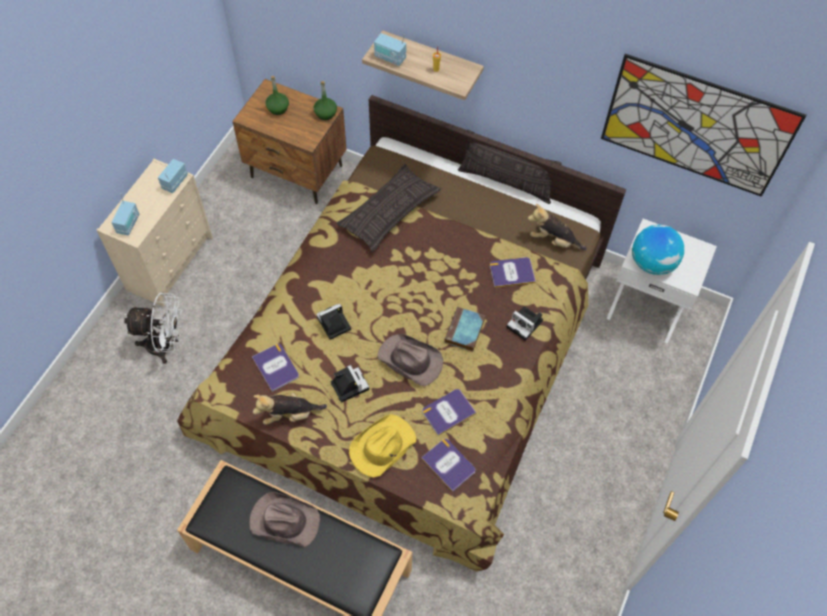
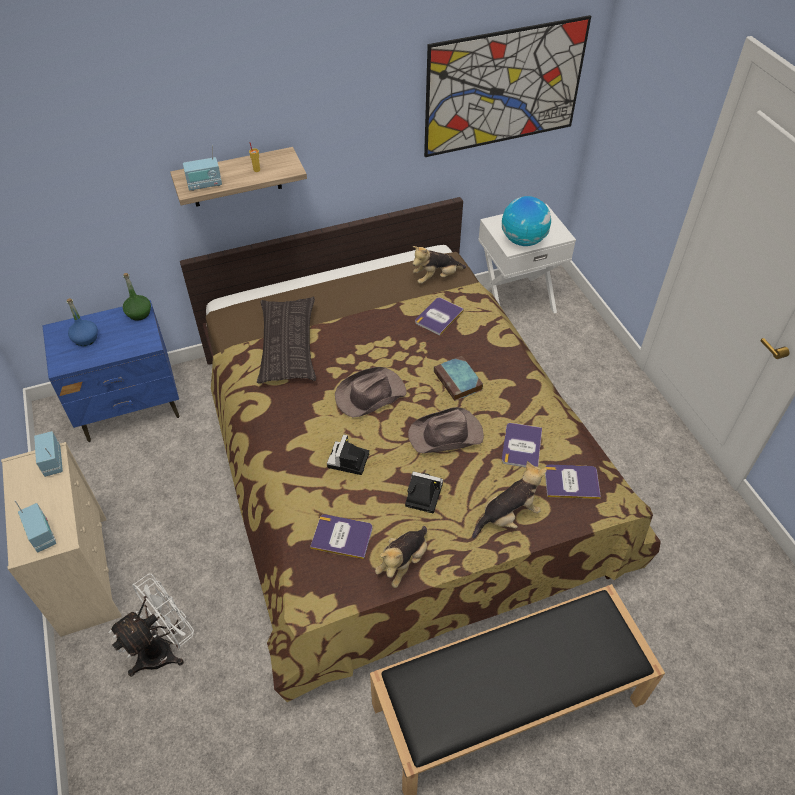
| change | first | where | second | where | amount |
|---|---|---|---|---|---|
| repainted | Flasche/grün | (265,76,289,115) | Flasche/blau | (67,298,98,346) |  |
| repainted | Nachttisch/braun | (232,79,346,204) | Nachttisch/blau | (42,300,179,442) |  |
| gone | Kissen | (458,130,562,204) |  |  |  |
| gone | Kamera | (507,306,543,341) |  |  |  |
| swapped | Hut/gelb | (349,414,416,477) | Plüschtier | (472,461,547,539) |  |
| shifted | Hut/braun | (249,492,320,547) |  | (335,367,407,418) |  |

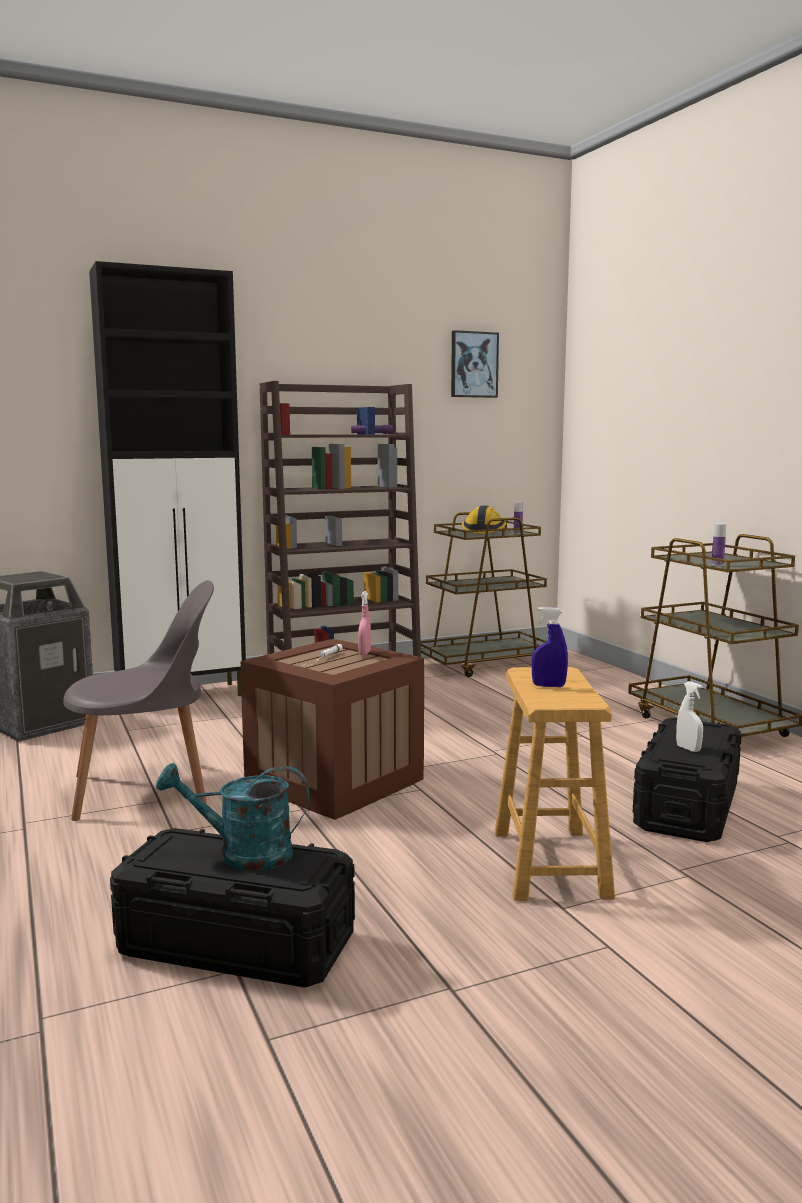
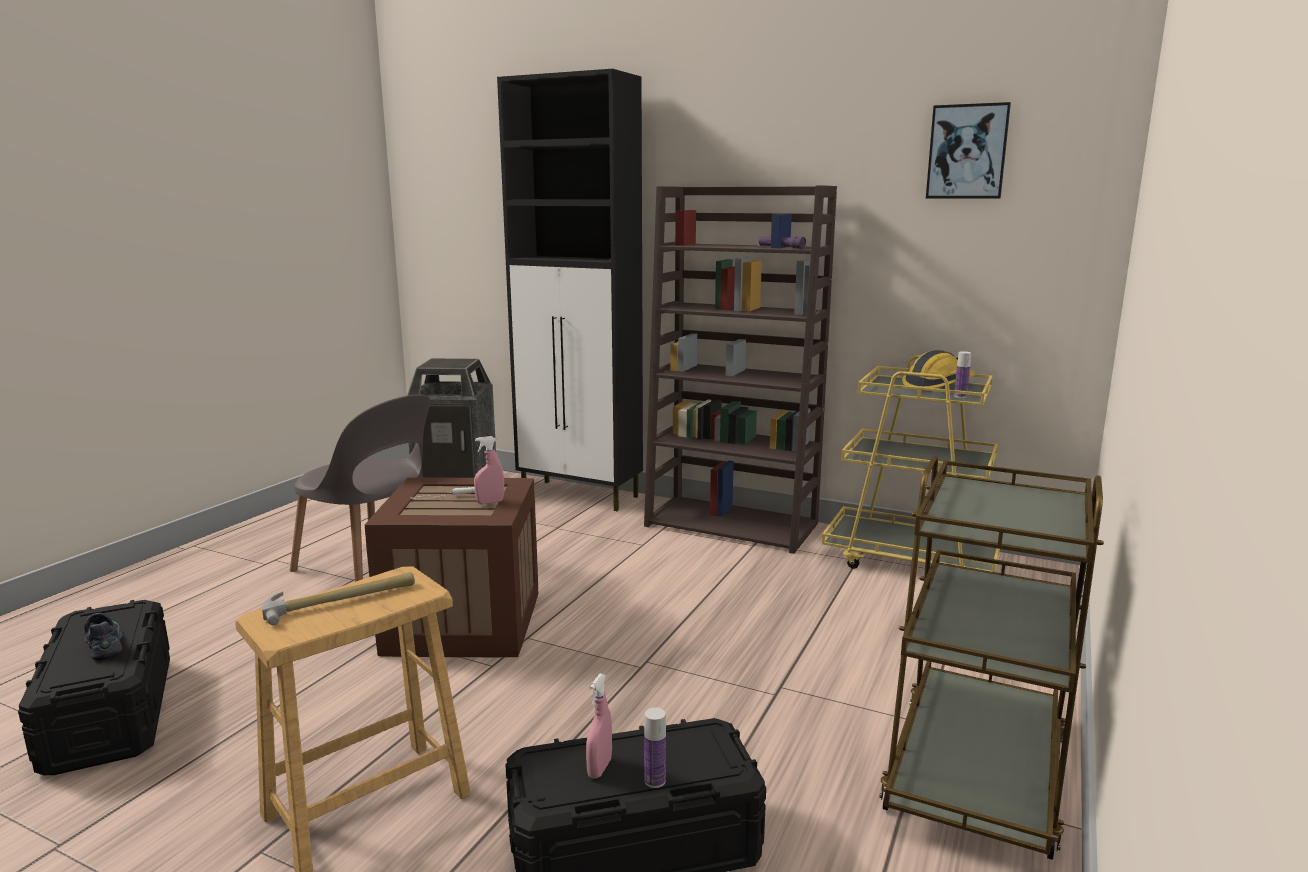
| change | first | where | second | where | amount |
|---|---|---|---|---|---|
| repainted | Rollwagen/braun | (421,512,547,677) | Rollwagen/gelb | (822,355,1000,572) |  |
| shifted | Flasche | (712,523,726,566) |  | (644,708,666,788) |  |
| swapped | Sprühflasche/blau | (532,607,568,687) | Hammer | (262,572,415,625) |  |
| repainted | Sprühflasche/weiß | (676,681,703,752) | Sprühflasche/rosa | (586,674,612,779) |  |
| swapped | Gießkanne/türkis | (156,763,309,871) | Schuh | (84,613,123,661) |  |

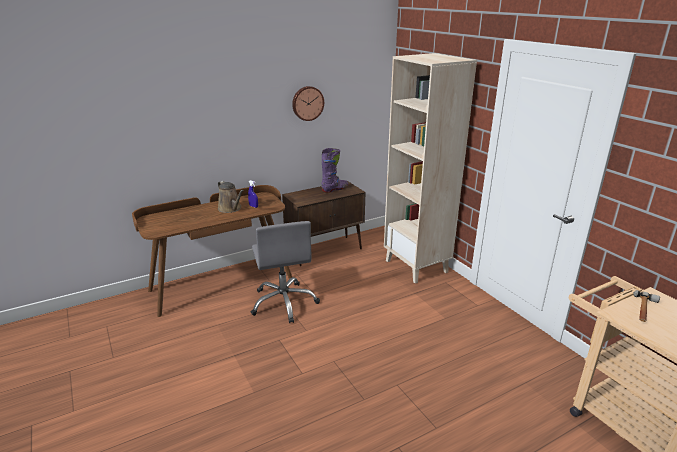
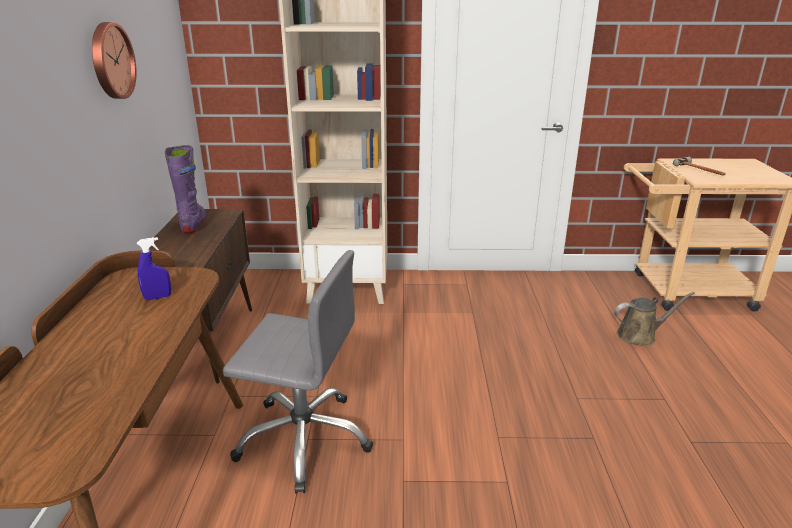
| change | first | where | second | where | amount |
|---|---|---|---|---|---|
| shifted | Gießkanne/braun | (218,181,244,213) |  | (614,292,695,346) |  |

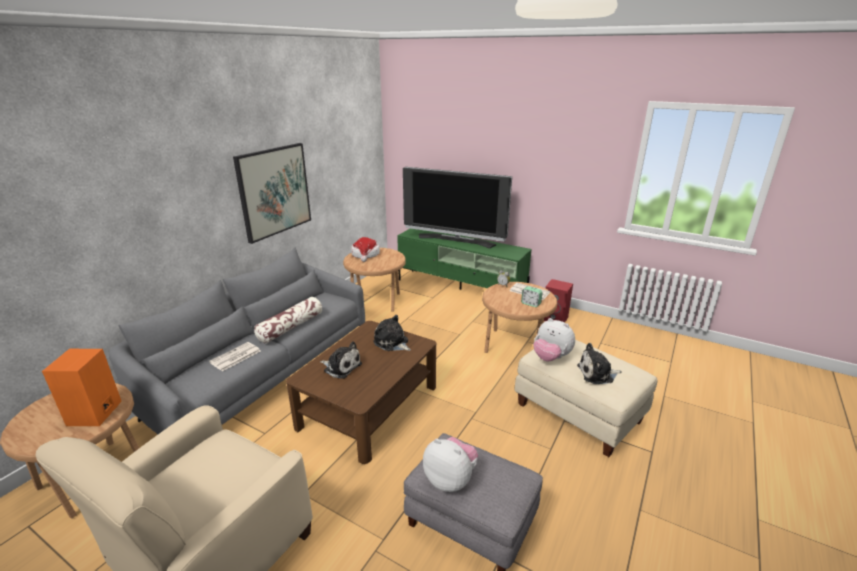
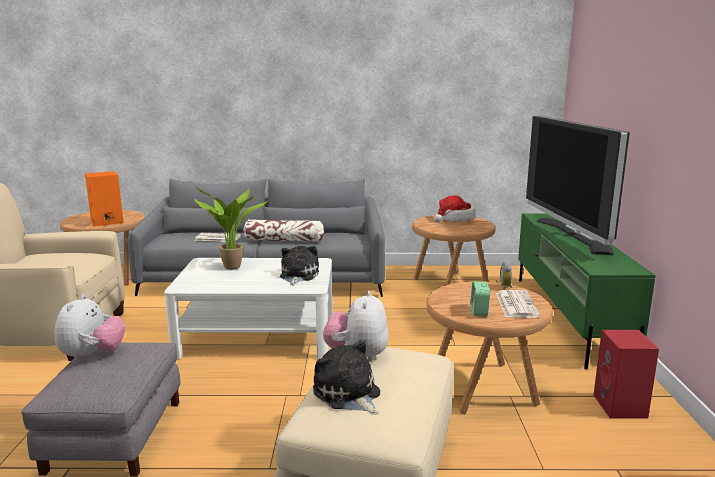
| change | first | where | second | where | amount |
|---|---|---|---|---|---|
| gone | Bild | (233,143,311,244) |  |  |  |
| repainted | Couchtisch/braun | (286,321,436,464) | Couchtisch/weiß | (164,258,332,360) |  |
| swapped | Plüschtier | (320,341,362,379) | Topfpflanze | (195,186,268,270) |  |

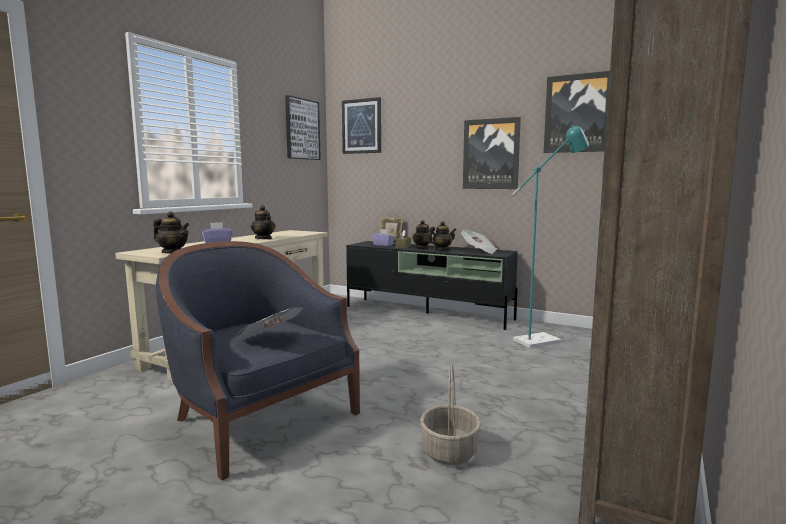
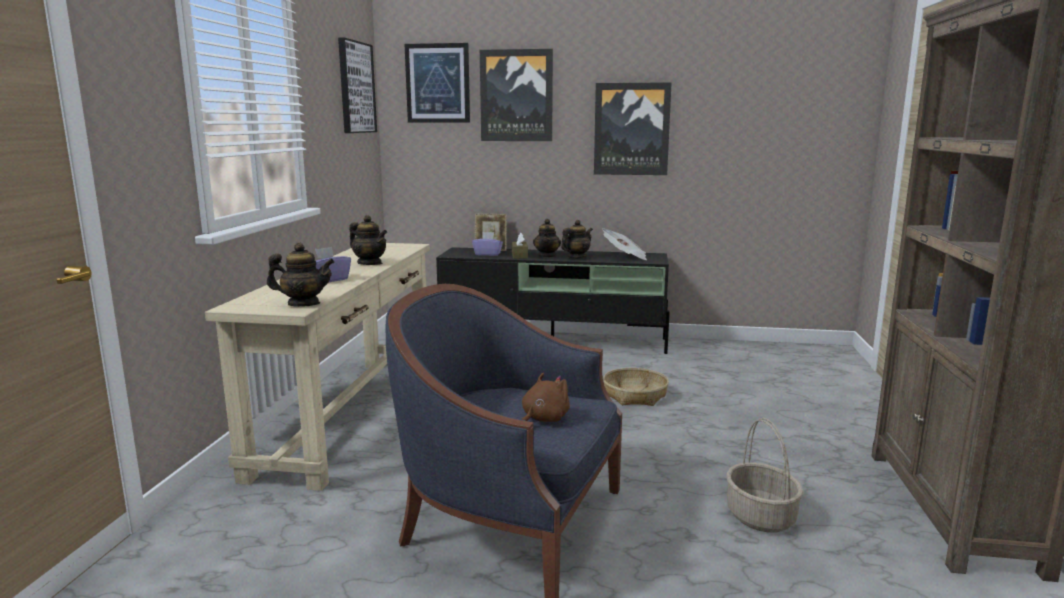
| change | first | where | second | where | amount |
|---|---|---|---|---|---|
| shifted | Bild | (544,71,610,153) |  | (480,49,553,141) |  |
| gone | Stehlampe/türkis | (511,124,589,348) |  |  |  |
| swapped | Zeitung | (234,307,303,338) | Plüschtier/braun | (521,373,570,422) |  |
| new |  |  | Korb | (603,368,669,406) |  |

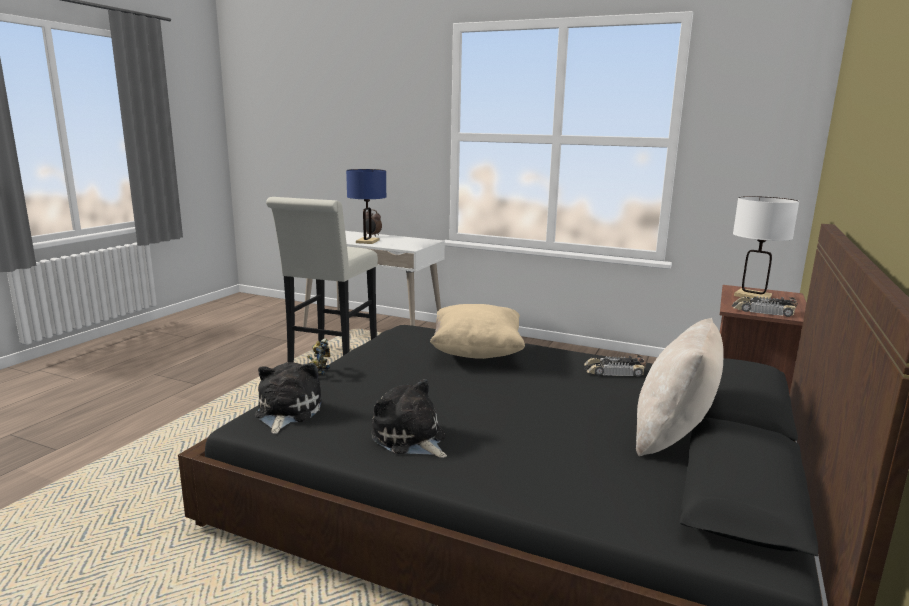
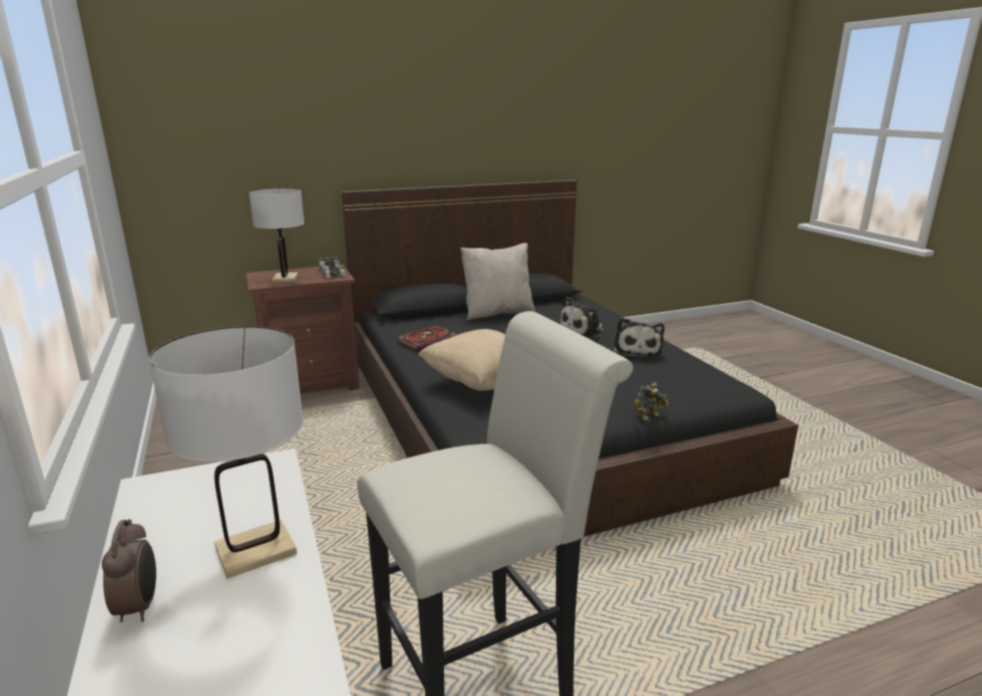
| change | first | where | second | where | amount |
|---|---|---|---|---|---|
| repainted | Tischlampe/blau | (346,169,386,244) | Tischlampe/weiß | (149,326,304,578) |  |
| swapped | Spielzeugauto | (584,354,646,377) | Buch | (397,326,459,351) |  |
| shifted | Plüschtier | (255,362,322,434) |  | (560,297,605,339) |  |

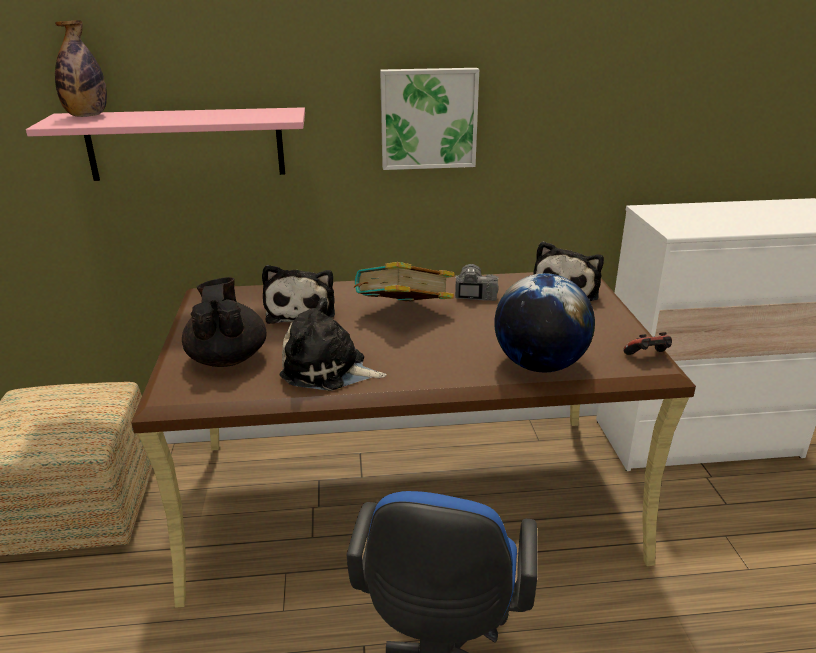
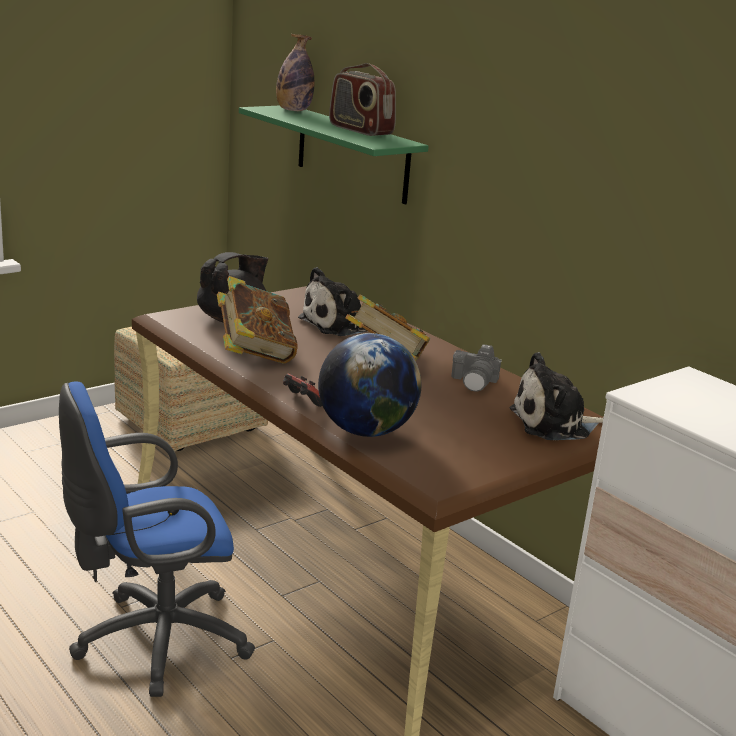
| change | first | where | second | where | amount |
|---|---|---|---|---|---|
| gone | Bild | (380,68,479,170) |  |  |  |
| repainted | Wandregal/rosa | (26,107,305,181) | Wandregal/grün | (239,105,429,204) |  |
| rotated | Kamera | (455,264,499,301) |  | (451,344,502,392) | 135 degrees clockwise |
| swapped | Plüschtier | (280,297,387,391) | Buch | (217,276,298,364) |  |
| shifted | Gamepad | (623,332,672,355) |  | (283,374,322,407) |  |
| new |  |  | Radio | (329,63,396,136) |  |

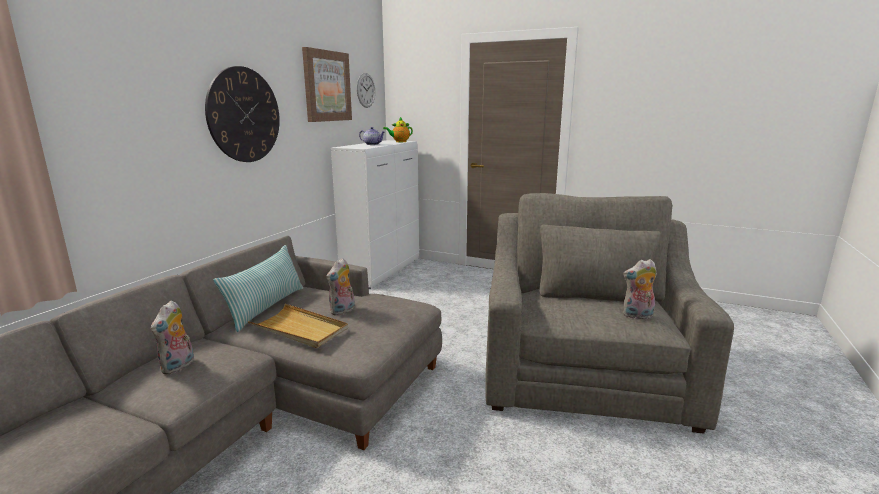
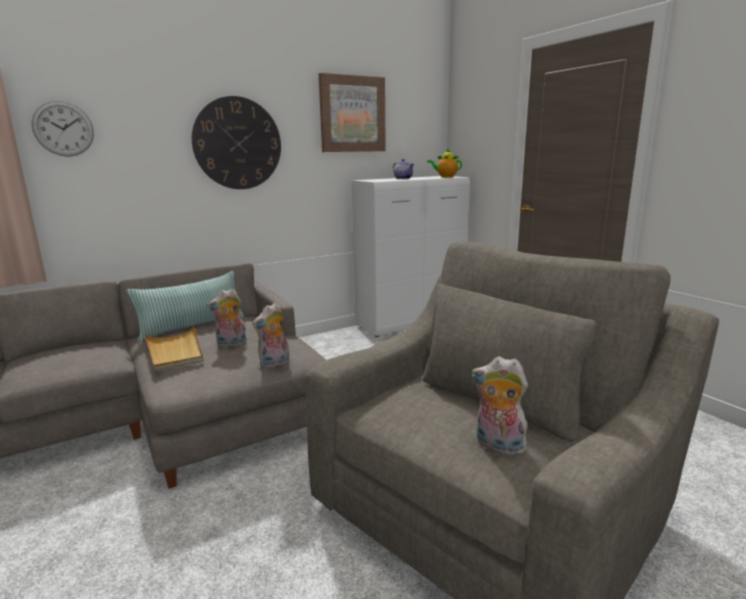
| change | first | where | second | where | amount |
|---|---|---|---|---|---|
| shifted | Wanduhr | (357,73,375,108) |  | (31,101,94,157) |  |
| shifted | Plüschtier | (151,301,194,375) |  | (252,303,289,369) |  |

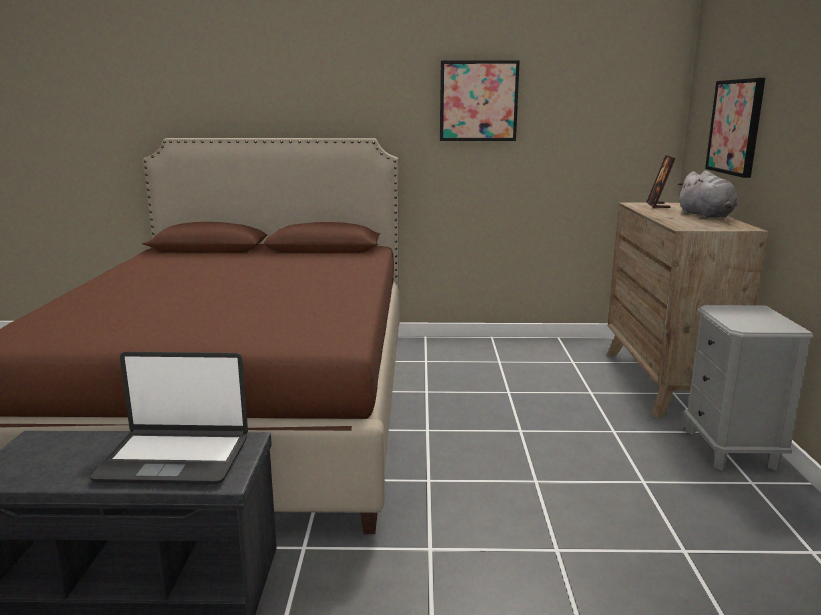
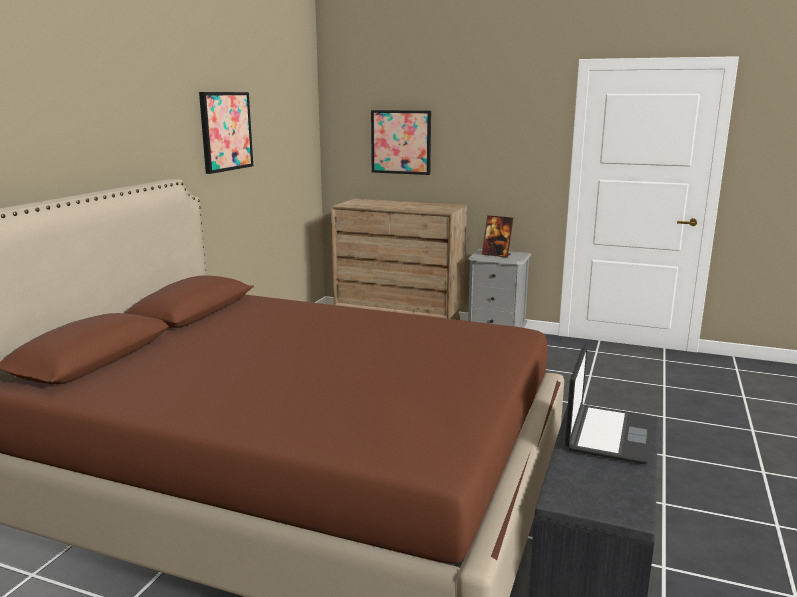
| change | first | where | second | where | amount |
|---|---|---|---|---|---|
| shifted | Bilderrahmen | (646,155,676,208) |  | (482,215,513,258) |  |
| gone | Plüschtier/grau | (677,171,738,218) |  |  |  |

